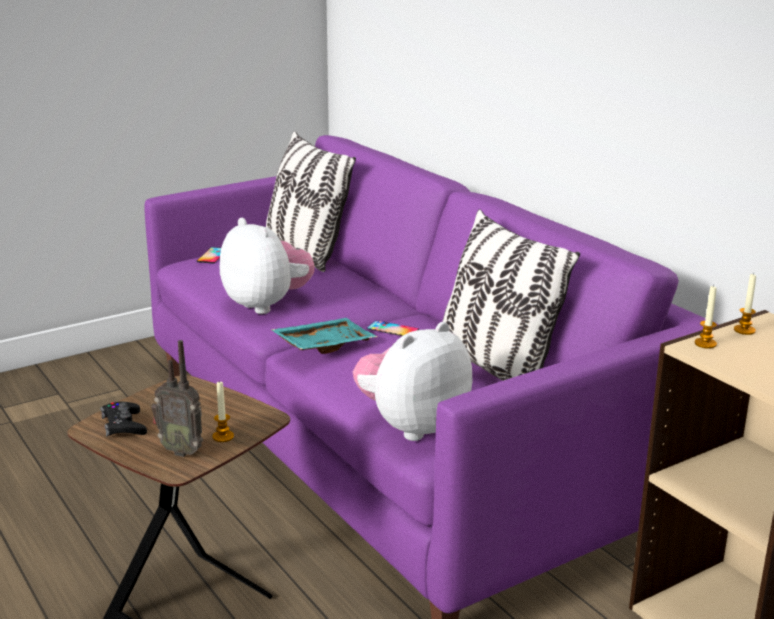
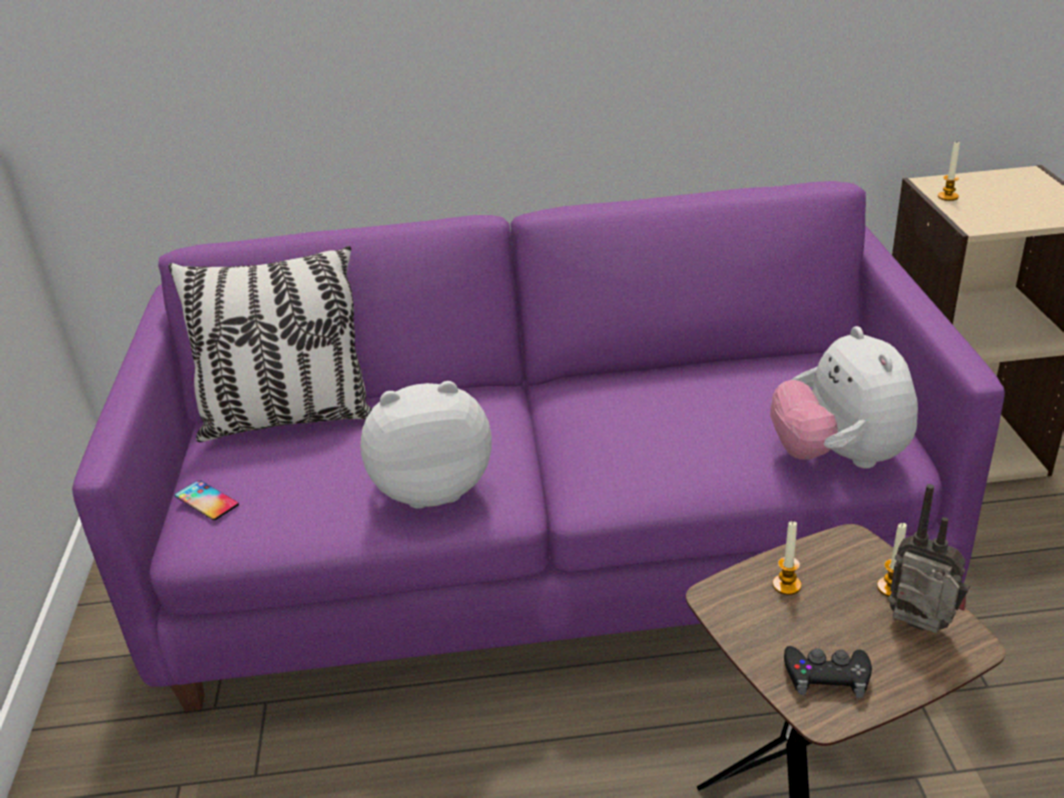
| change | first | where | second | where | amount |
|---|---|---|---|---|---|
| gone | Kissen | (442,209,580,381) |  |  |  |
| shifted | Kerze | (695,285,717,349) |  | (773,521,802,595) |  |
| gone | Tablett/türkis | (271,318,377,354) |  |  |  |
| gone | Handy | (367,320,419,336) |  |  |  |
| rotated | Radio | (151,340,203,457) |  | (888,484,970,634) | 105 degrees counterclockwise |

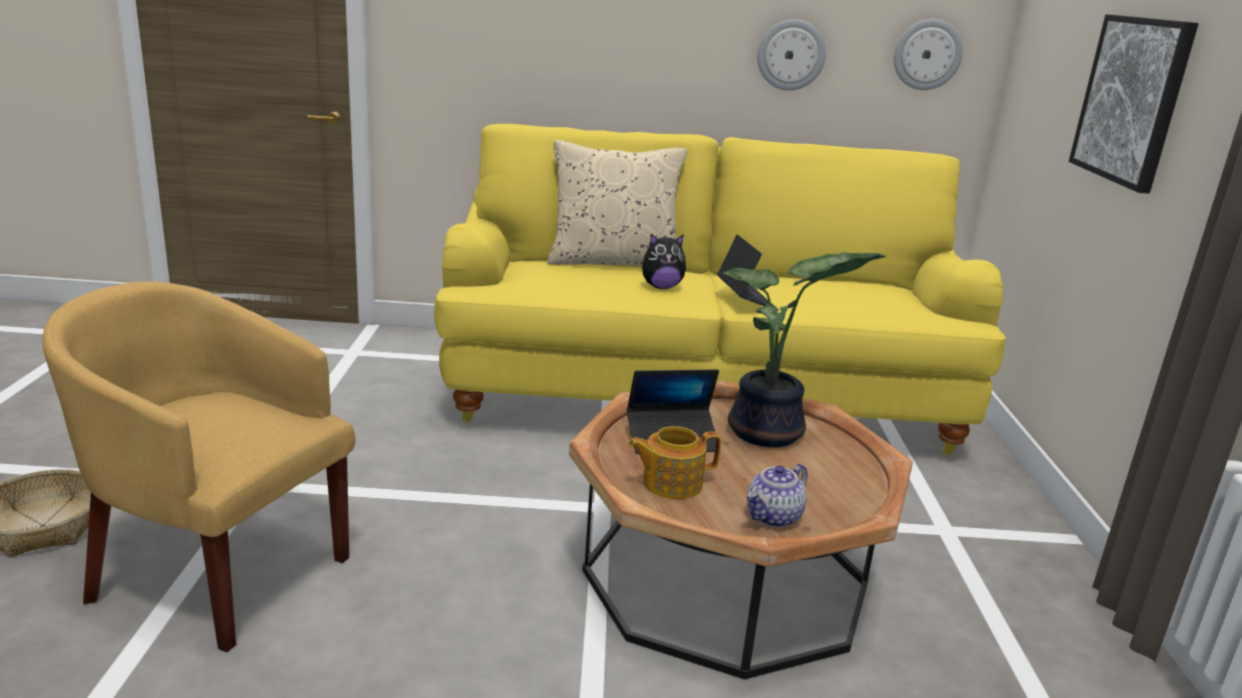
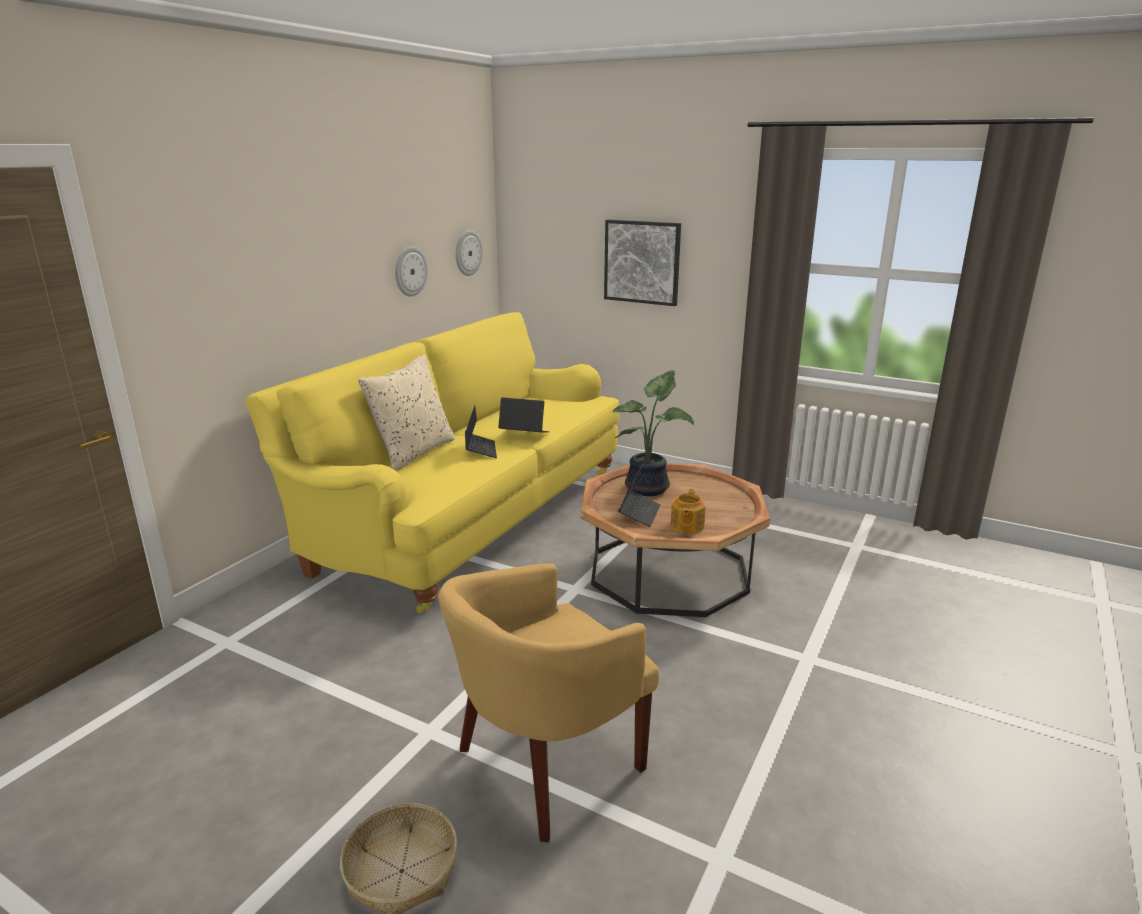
| change | first | where | second | where | amount |
|---|---|---|---|---|---|
| swapped | Plüschtier | (642,234,686,289) | Laptop | (465,406,497,458) |  |
| gone | Teekanne | (747,464,808,527) |  |  |  |

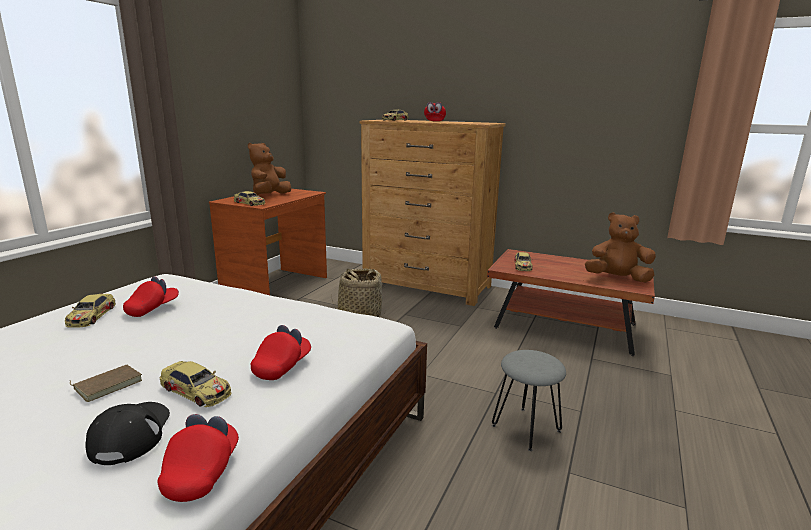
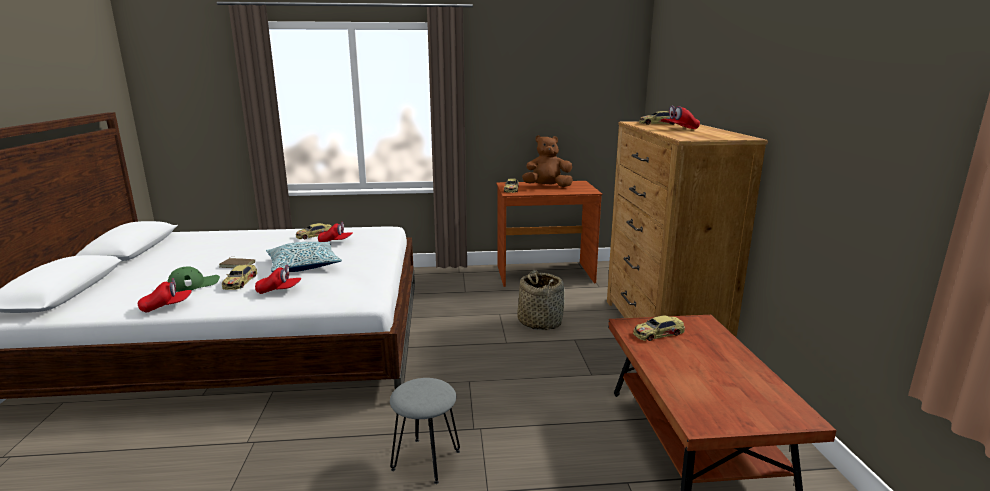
| change | first | where | second | where | amount |
|---|---|---|---|---|---|
| gone | Plüschtier/braun | (585,212,656,283) |  |  |  |
| repainted | Kappe/schwarz | (85,402,170,465) | Kappe/grün | (167,266,220,292) |  |
| new |  |  | Kissen | (266,242,342,272) |  |

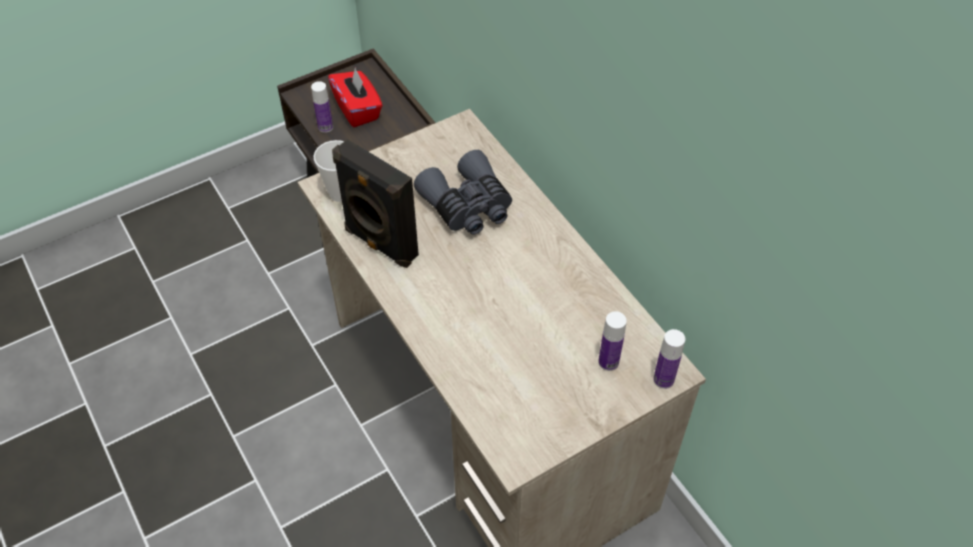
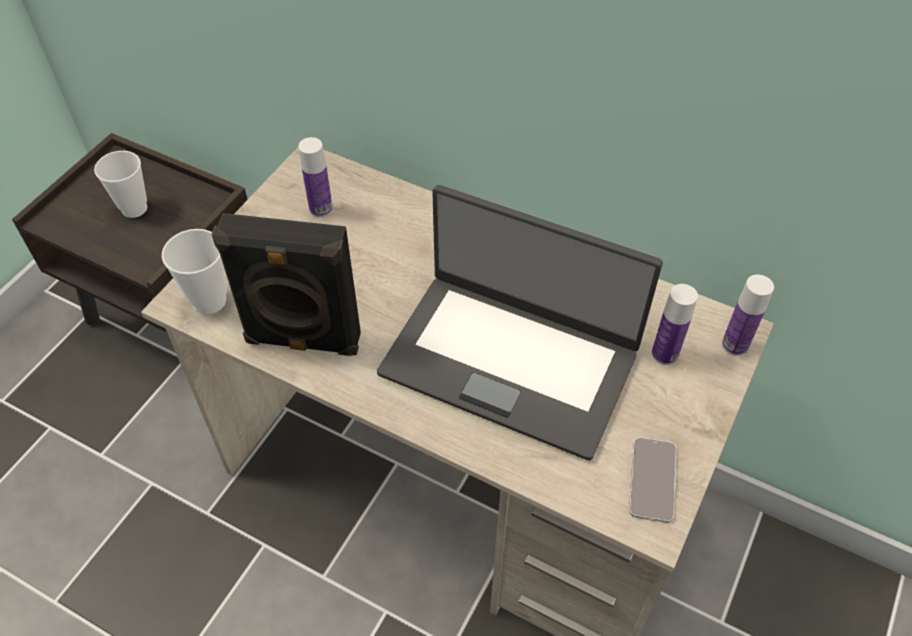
| change | first | where | second | where | amount |
|---|---|---|---|---|---|
| swapped | Taschentuchbox/rot | (328,67,382,127) | Tasse | (94,151,147,218) |  |
| shifted | Flasche | (311,81,333,133) |  | (298,137,333,218) |  |
| gone | Fernglas/grau | (414,150,512,235) |  |  |  |
| new |  |  | Laptop | (377,185,663,460) |  |
| new |  |  | Handy | (629,438,676,523) |  |

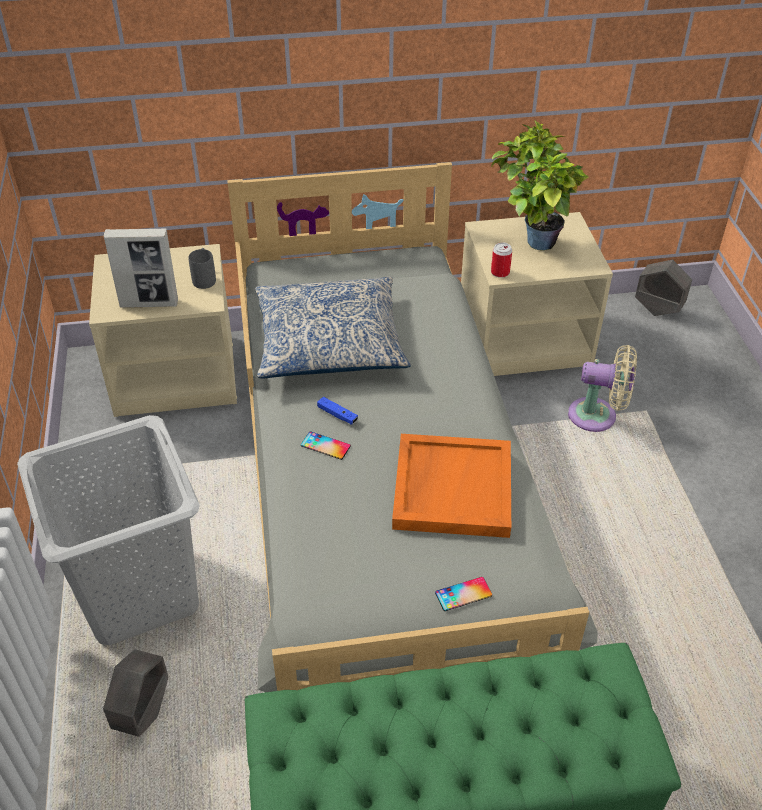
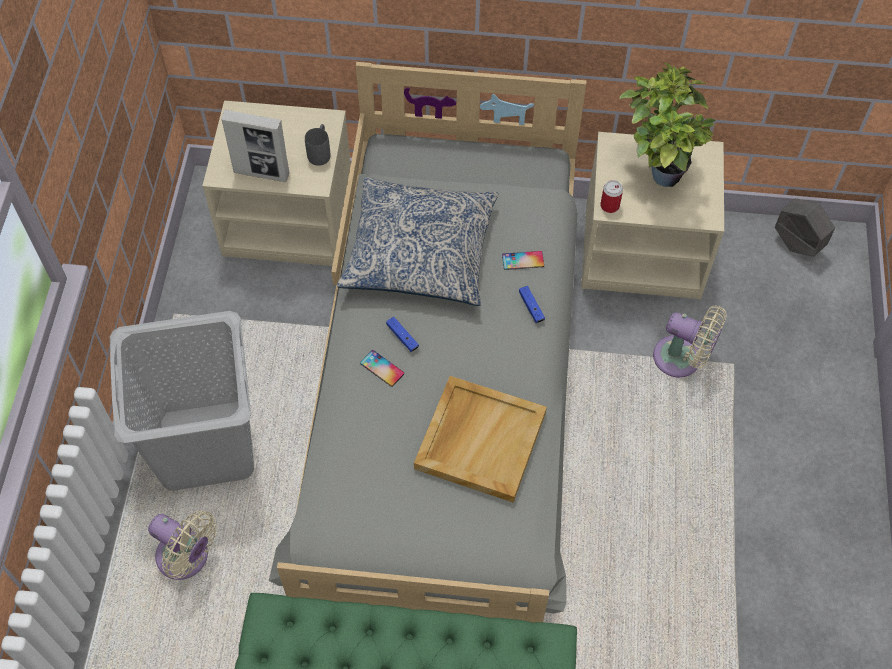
| change | first | where | second | where | amount |
|---|---|---|---|---|---|
| repainted | Tablett/orange | (392,434,511,538) | Tablett/beige | (414,376,547,503) |  |
| shifted | Handy | (435,577,492,611) |  | (502,251,544,270) |  |
| swapped | Pflanzkübel/grau | (103,649,168,737) | Ventilator/beige | (148,511,217,580) |  |
| new |  |  | Gamepad/blau | (519,286,545,323) |  |

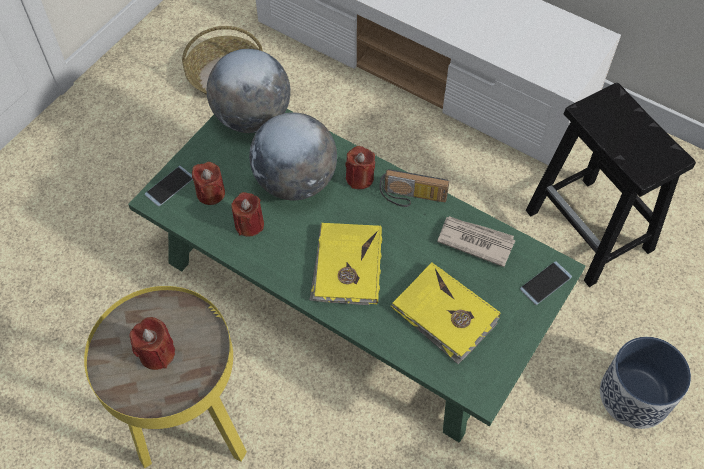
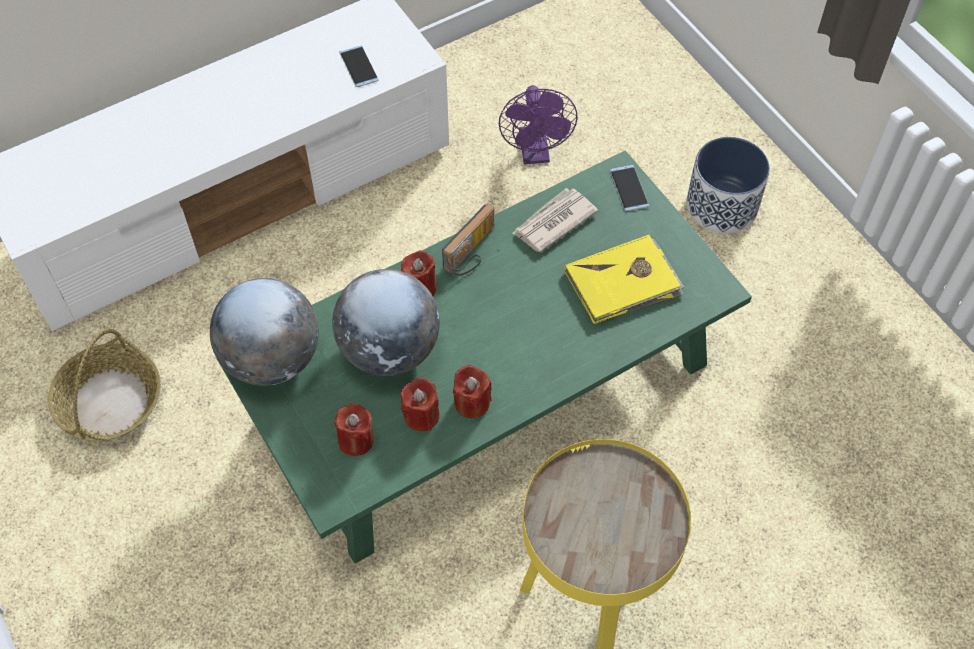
| change | first | where | second | where | amount |
|---|---|---|---|---|---|
| swapped | Hocker/schwarz | (526,83,696,287) | Ventilator/lila | (499,85,578,164) |  |
| shifted | Handy | (145,166,193,206) |  | (339,45,379,87) |  |
| gone | Buch/gelb | (310,223,382,305) |  |  |  |
| shifted | Kerze/rot | (129,317,175,370) |  | (453,365,492,418) |  |

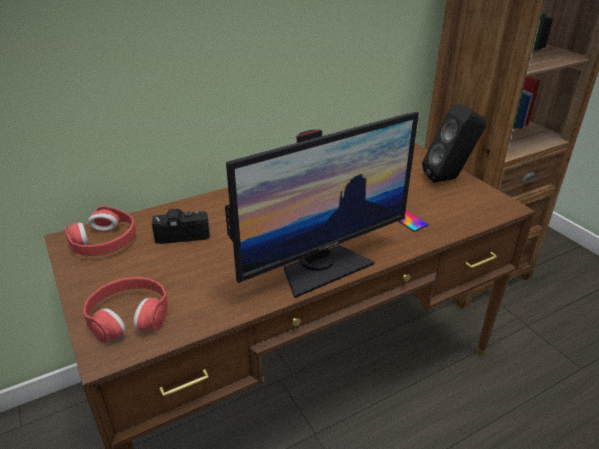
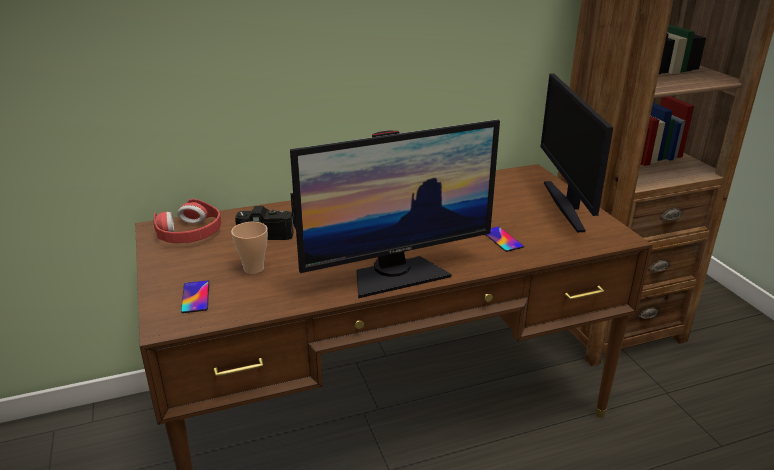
| change | first | where | second | where | amount |
|---|---|---|---|---|---|
| swapped | Lautsprecher/schwarz | (422,104,487,183) | Monitor | (541,73,613,232) |  |
| swapped | Kopfhörer/rot | (83,277,168,343) | Handy | (181,280,209,313) |  |
| new |  |  | Tasse | (231,222,268,274) |  |

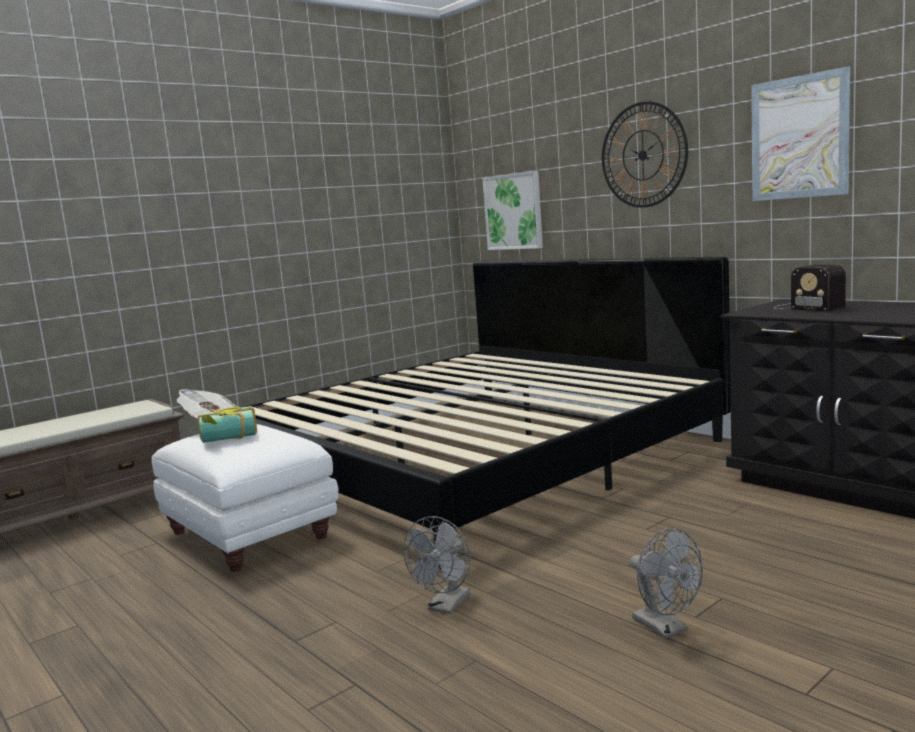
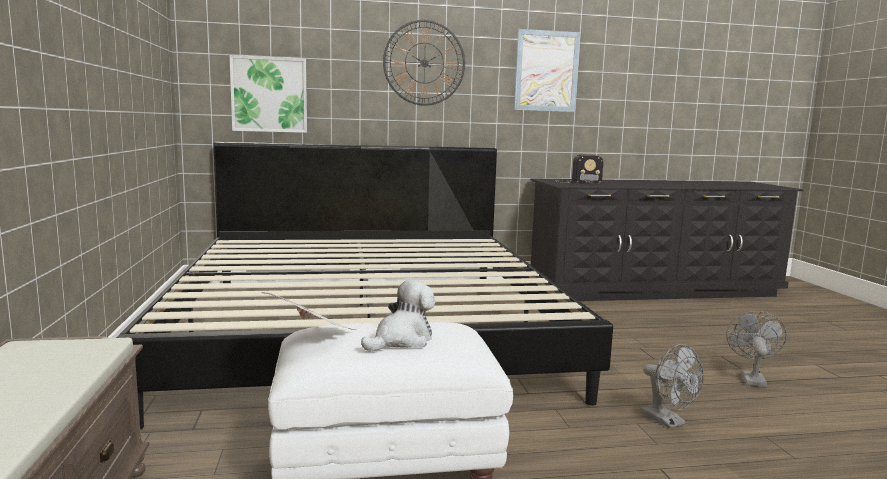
| change | first | where | second | where | amount |
|---|---|---|---|---|---|
| swapped | Buch | (198,406,257,443) | Plüschtier | (361,280,435,351) |  |
| rotated | Ventilator/grau | (630,528,703,639) |  | (726,311,787,387) | 75 degrees counterclockwise |

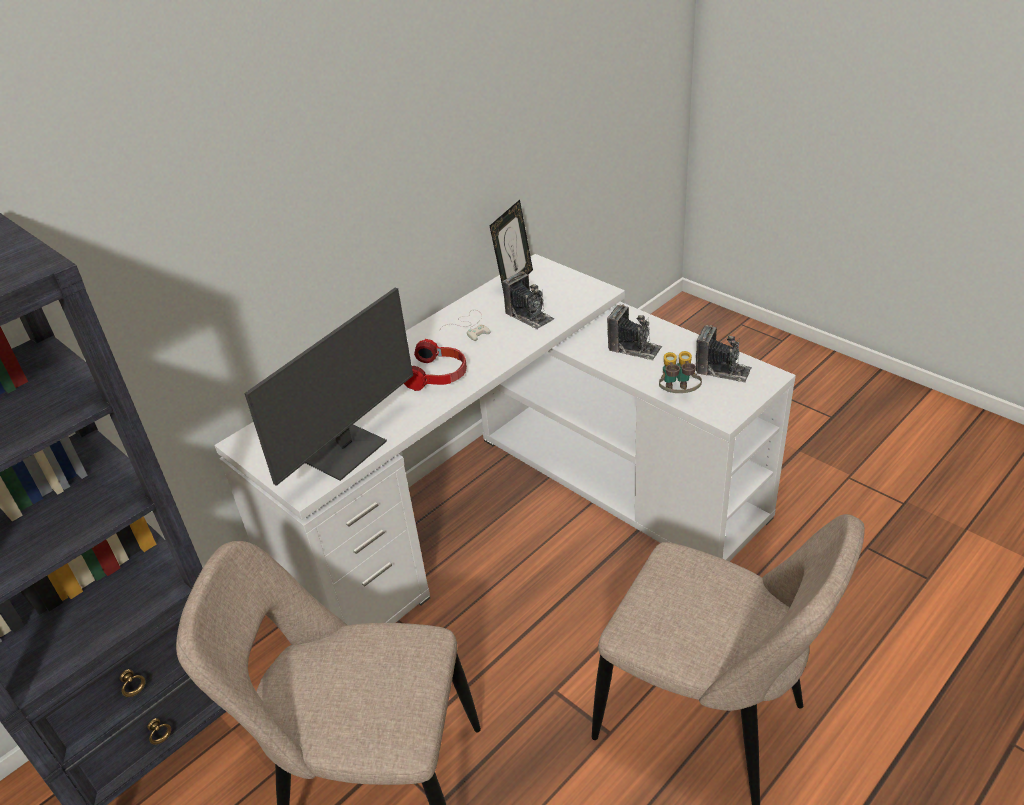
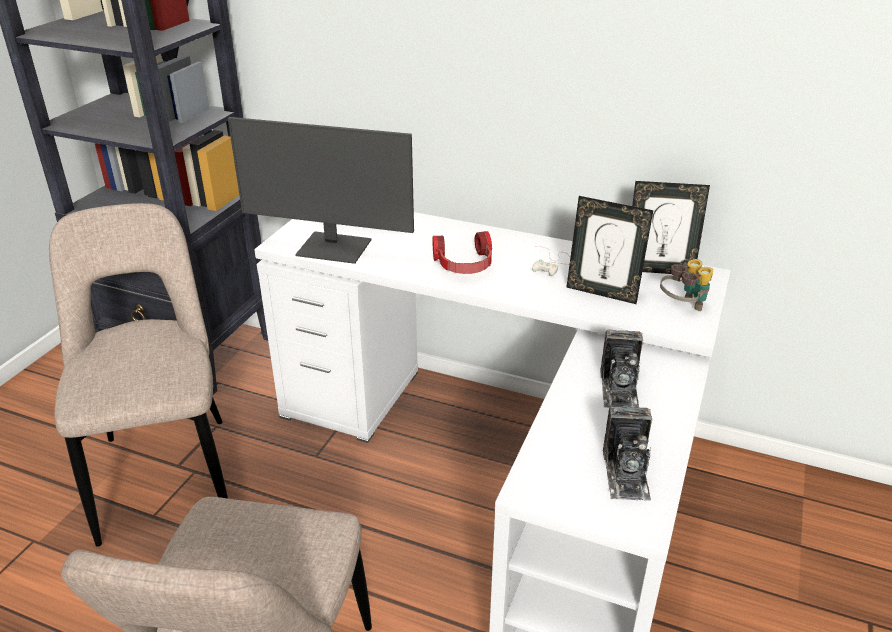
| change | first | where | second | where | amount |
|---|---|---|---|---|---|
| swapped | Kamera | (502,271,554,330) | Bilderrahmen | (567,196,653,304) |  |
| shifted | Fernglas | (659,351,702,393) |  | (660,259,713,311) |  |

